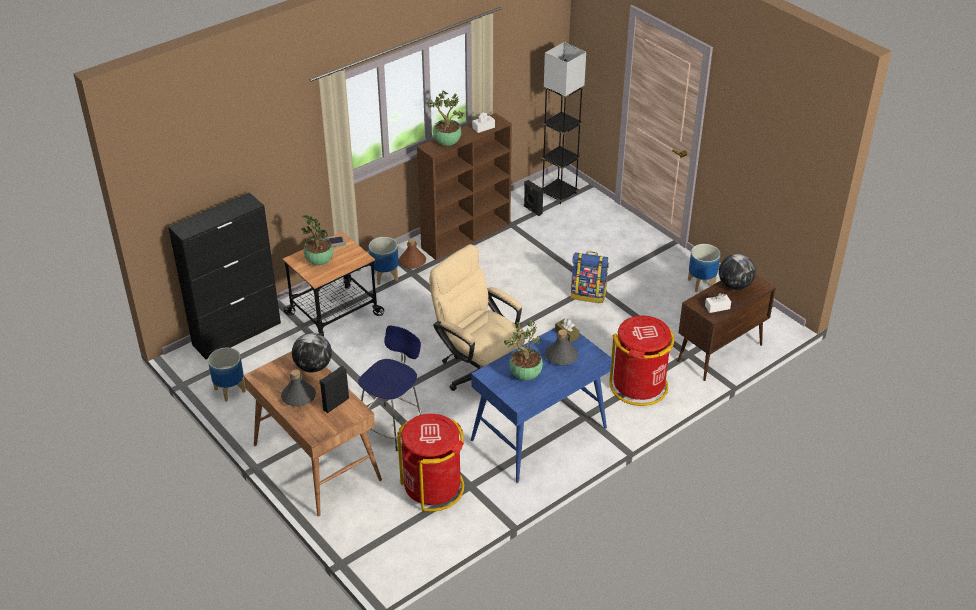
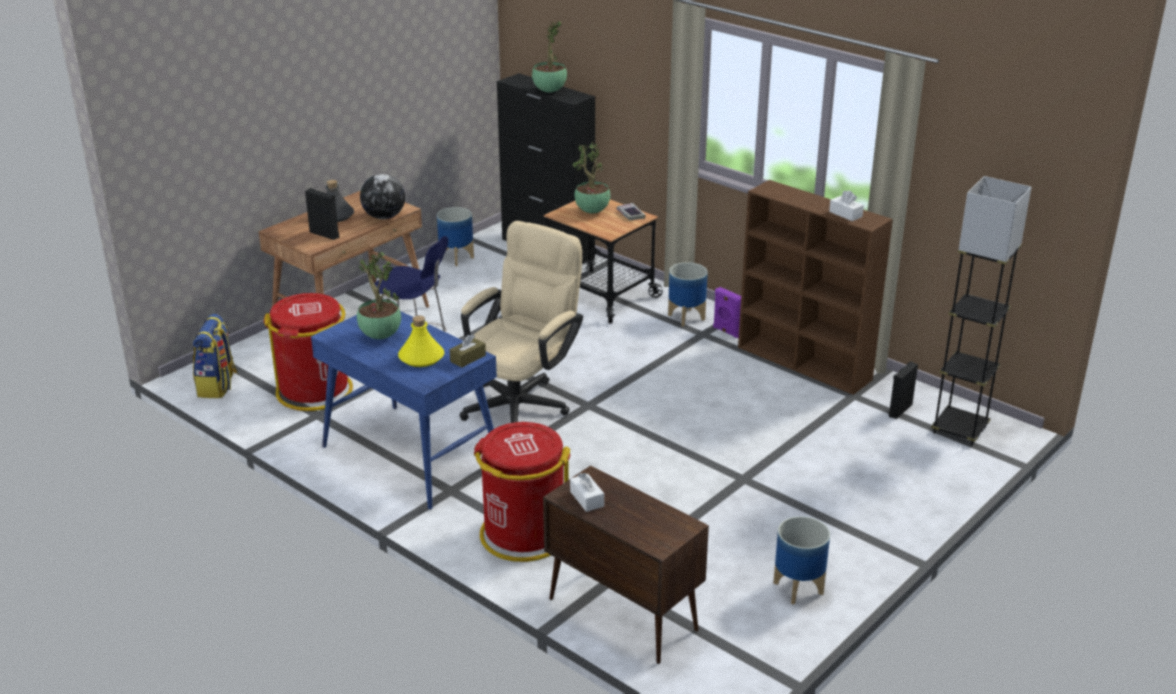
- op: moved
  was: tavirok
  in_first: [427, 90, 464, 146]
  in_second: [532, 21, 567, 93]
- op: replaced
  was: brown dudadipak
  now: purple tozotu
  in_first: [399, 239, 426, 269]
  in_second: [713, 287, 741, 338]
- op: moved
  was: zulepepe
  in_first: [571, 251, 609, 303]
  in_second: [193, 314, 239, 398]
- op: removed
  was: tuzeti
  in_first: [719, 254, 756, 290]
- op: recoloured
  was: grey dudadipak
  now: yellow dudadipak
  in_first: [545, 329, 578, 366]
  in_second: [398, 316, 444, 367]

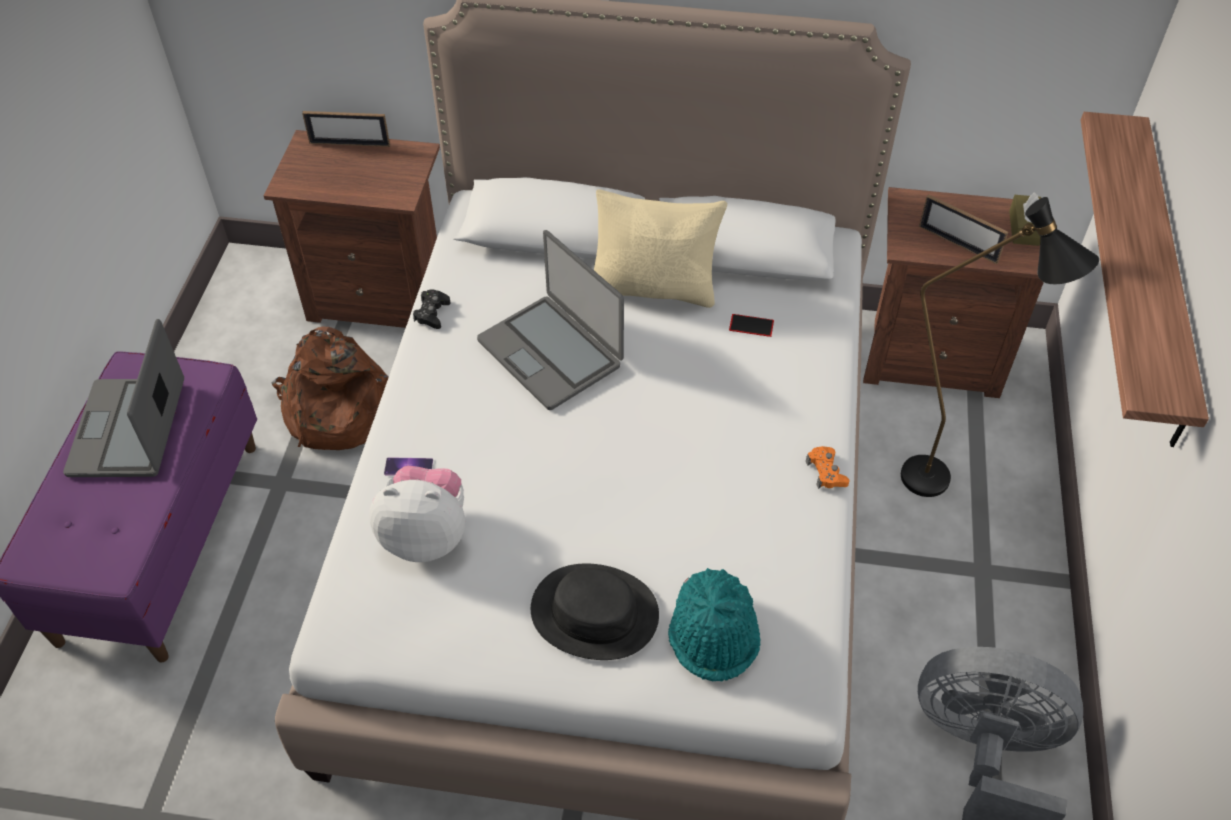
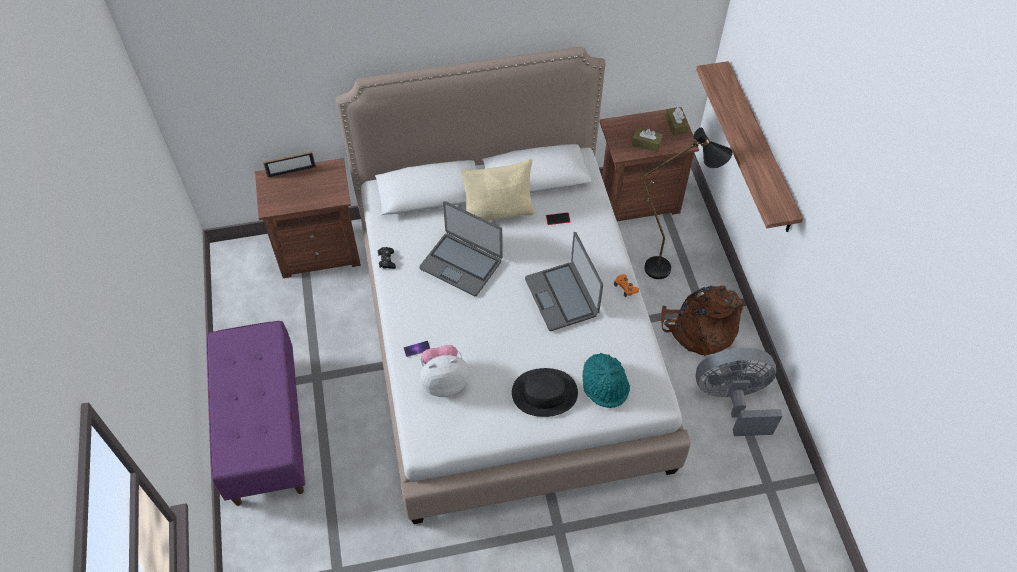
- op: replaced
  was: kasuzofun
  now: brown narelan
  in_first: [919, 194, 1008, 264]
  in_second: [632, 128, 663, 152]
- op: moved
  was: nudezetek
  in_first: [63, 319, 184, 477]
  in_second: [525, 232, 603, 331]
- op: moved
  was: brown zulepepe
  in_first: [272, 327, 389, 450]
  in_second: [661, 286, 744, 356]

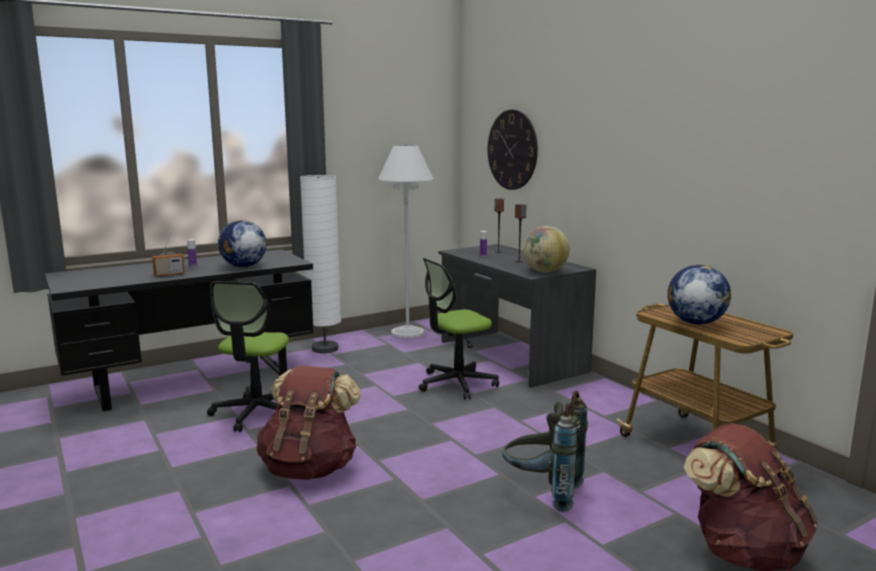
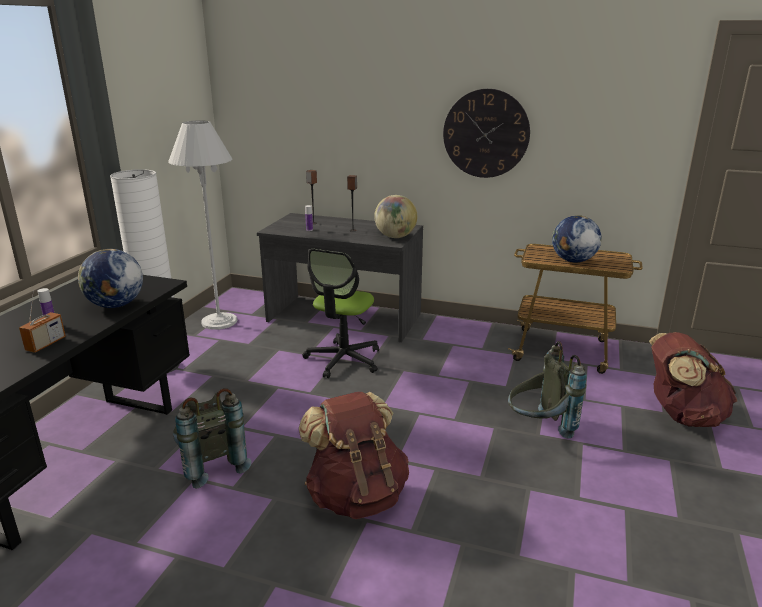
- op: moved
  was: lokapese
  in_first: [488, 110, 538, 190]
  in_second: [443, 89, 530, 178]
- op: replaced
  was: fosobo
  now: grey zulepepe
  in_first: [207, 281, 289, 432]
  in_second: [173, 388, 252, 489]

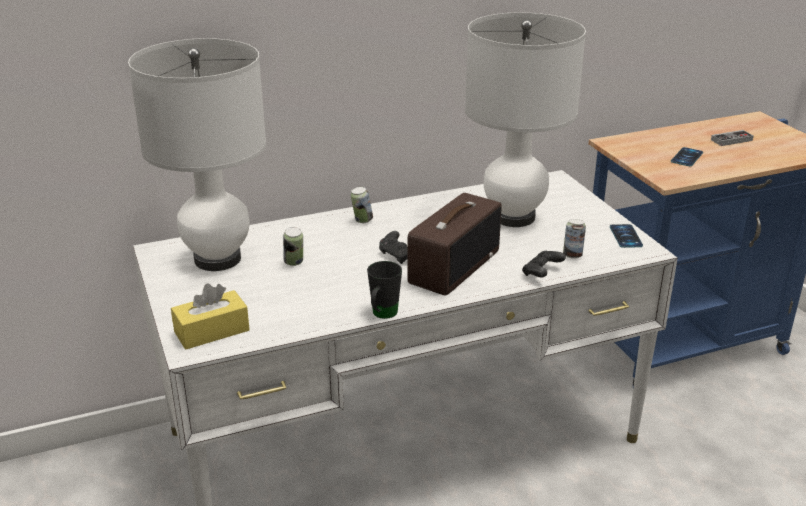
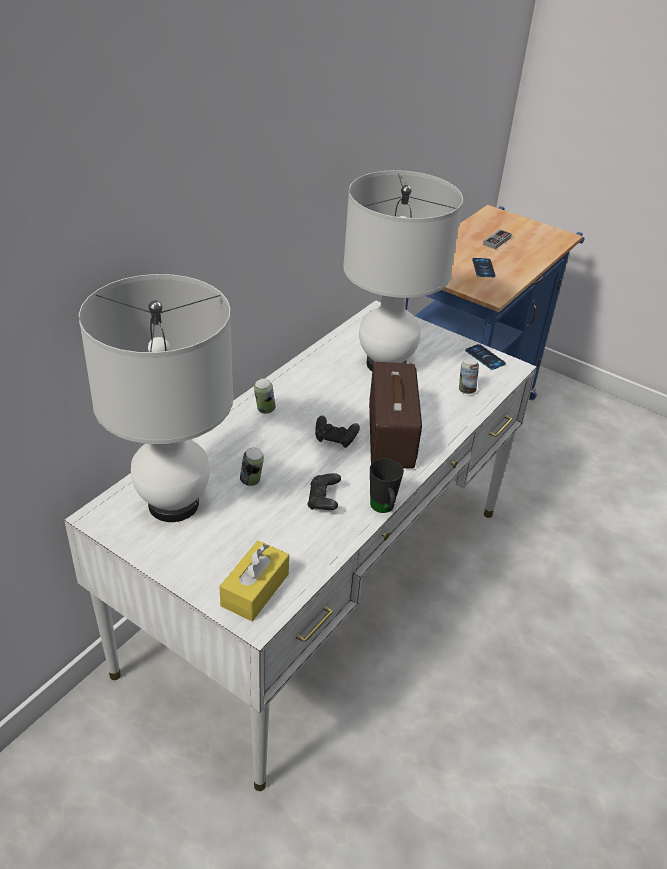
- op: moved
  was: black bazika
  in_first: [522, 251, 566, 277]
  in_second: [307, 473, 341, 510]

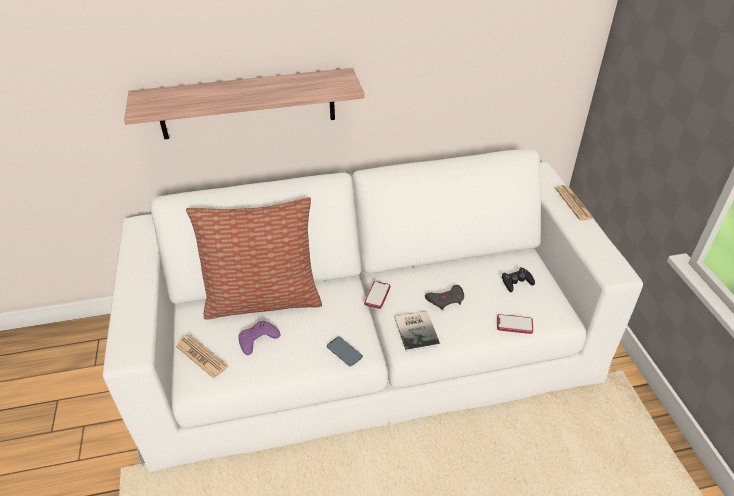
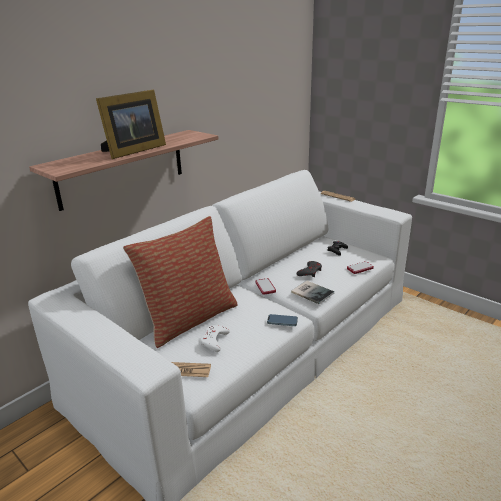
- op: recoloured
  was: purple bazika
  now: white bazika
  in_first: [238, 321, 280, 355]
  in_second: [200, 325, 230, 352]
- op: added
  now: kasuzofun
  in_second: [96, 89, 166, 159]

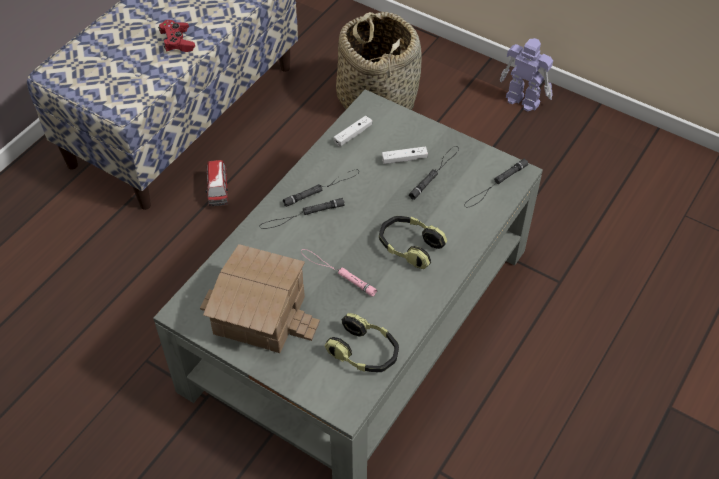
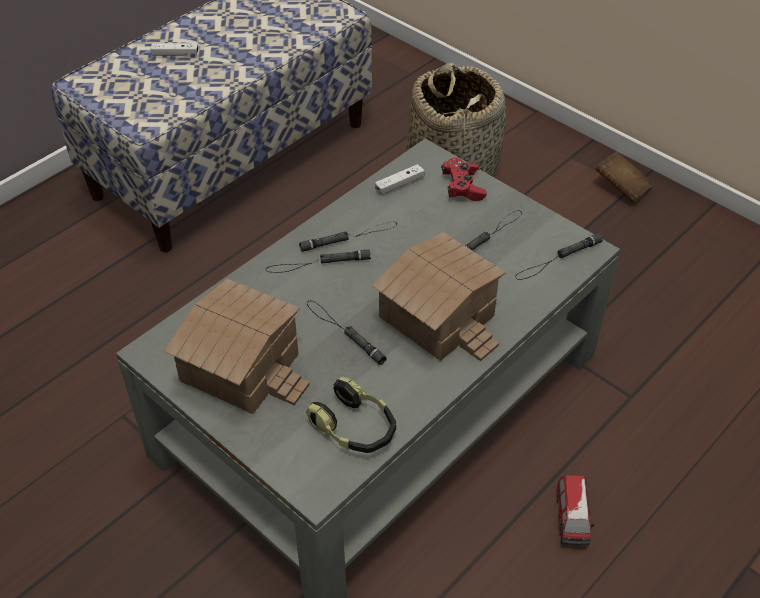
- op: moved
  was: red bazika
  in_first: [158, 20, 195, 52]
  in_second: [441, 158, 487, 201]
- op: replaced
  was: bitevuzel
  now: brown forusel
  in_first: [500, 38, 553, 111]
  in_second: [595, 152, 654, 203]
- op: moved
  was: white bazika
  in_first: [382, 146, 428, 164]
  in_second: [150, 43, 198, 56]
- op: moved
  was: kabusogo
  in_first: [205, 160, 228, 206]
  in_second: [557, 475, 594, 546]
- op: replaced
  was: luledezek
  now: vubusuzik
  in_first: [379, 216, 447, 269]
  in_second: [372, 232, 506, 361]
- op: recoloured
  was: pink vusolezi
  now: black vusolezi
  in_first: [301, 249, 377, 296]
  in_second: [307, 301, 387, 365]

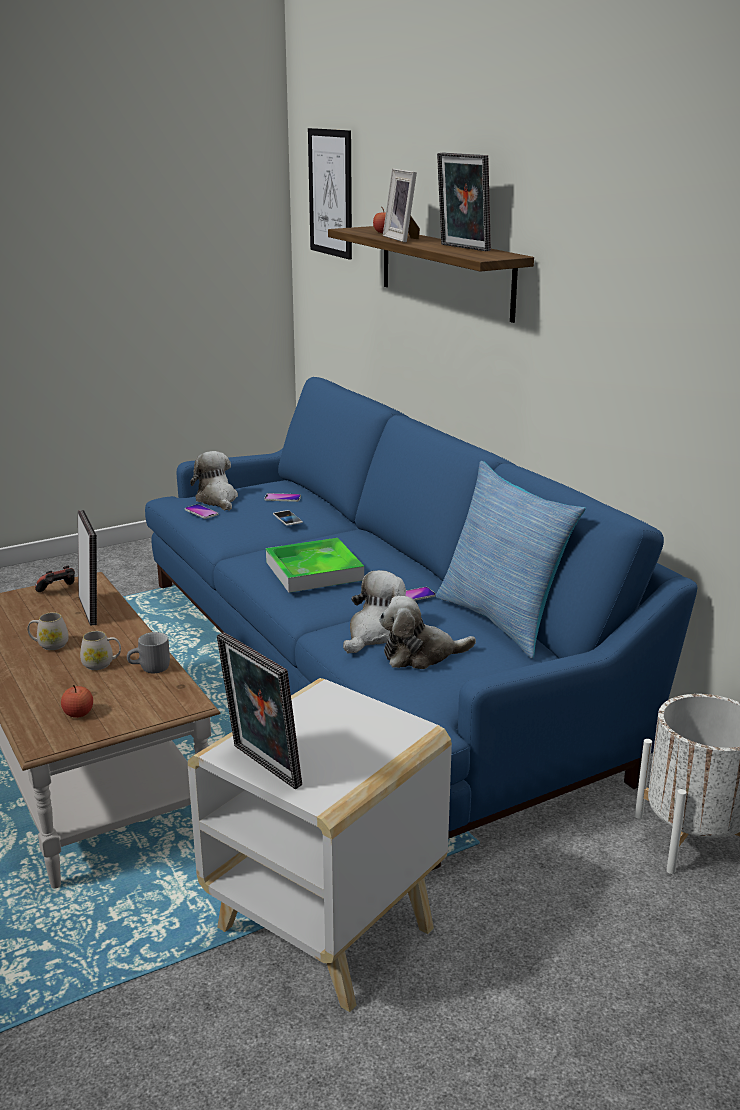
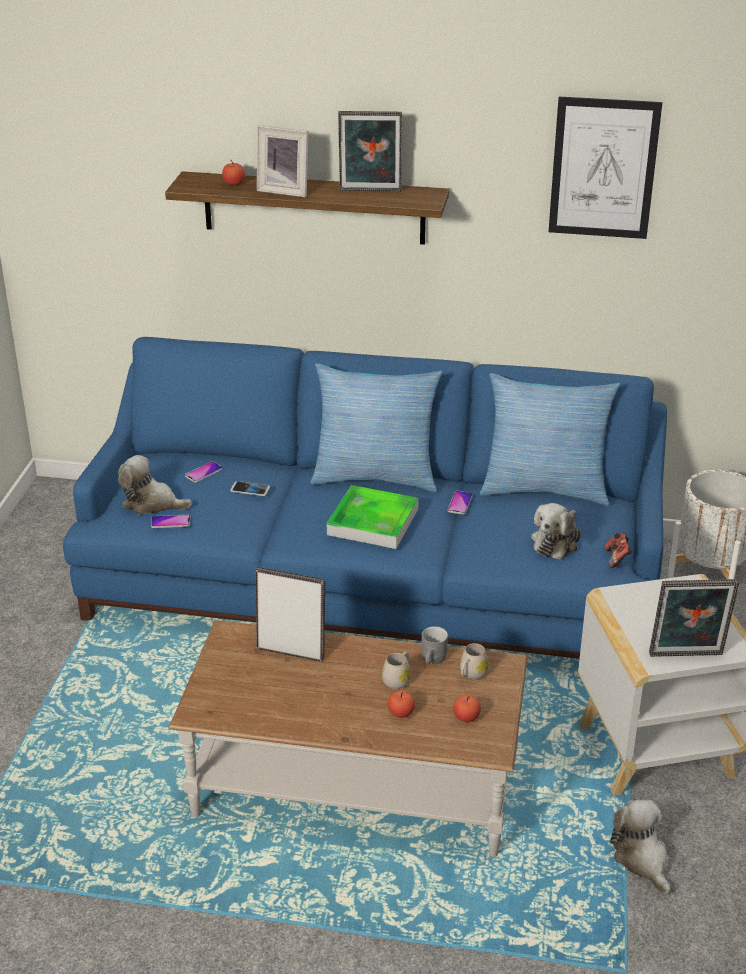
- op: moved
  was: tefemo
  in_first: [308, 128, 352, 260]
  in_second: [549, 97, 662, 239]
- op: moved
  was: bazika
  in_first: [35, 566, 75, 592]
  in_second: [605, 533, 632, 568]
- op: moved
  was: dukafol
  in_first: [343, 570, 406, 654]
  in_second: [610, 800, 671, 894]
- op: moved
  was: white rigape
  in_first: [28, 612, 69, 650]
  in_second: [460, 643, 489, 679]
- op: added
  now: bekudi
  in_second: [311, 363, 442, 492]
- op: added
  now: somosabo
  in_second: [388, 690, 415, 718]

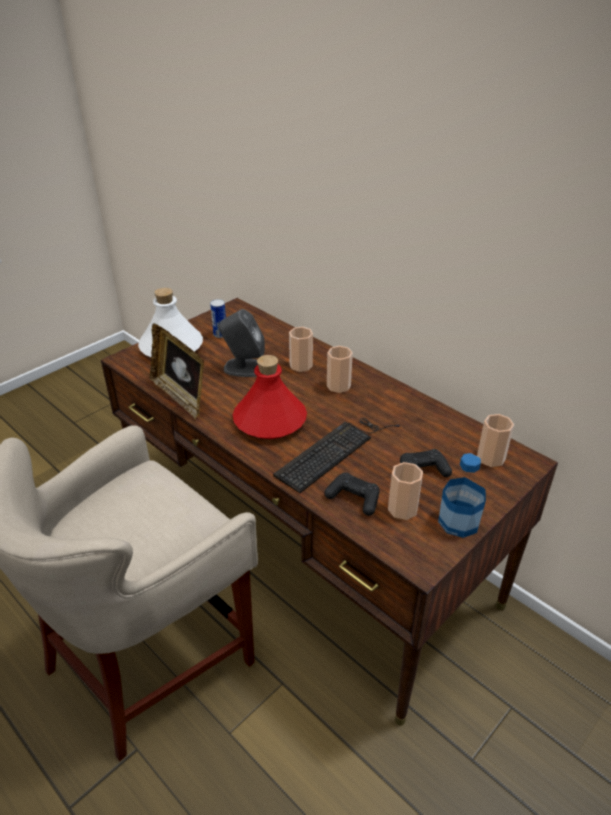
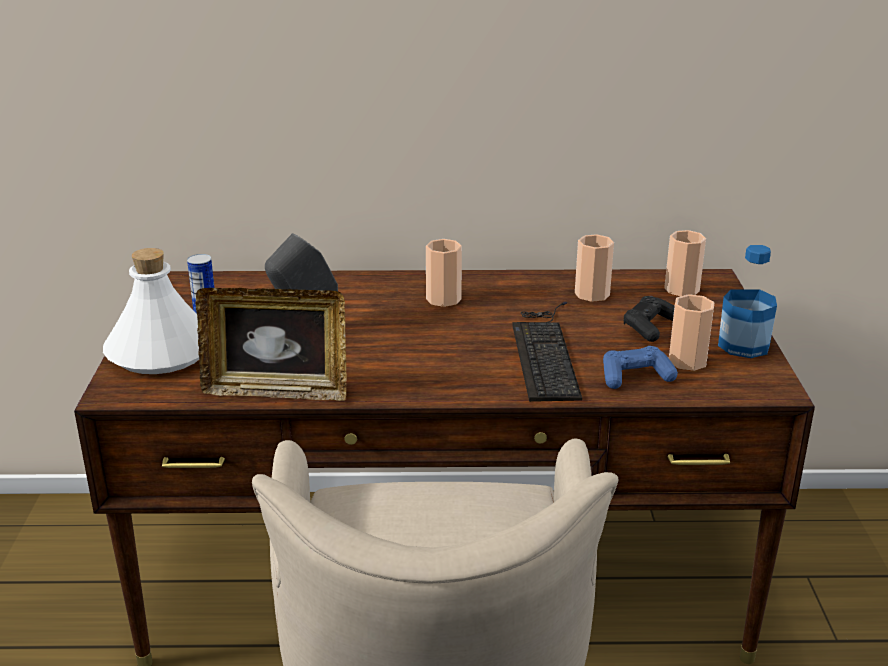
- op: moved
  was: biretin
  in_first: [289, 327, 313, 372]
  in_second: [575, 234, 614, 302]
- op: removed
  was: red dudadipak
  in_first: [233, 355, 307, 439]
- op: recoloured
  was: black bazika
  now: blue bazika
  in_first: [324, 472, 380, 516]
  in_second: [603, 346, 678, 389]

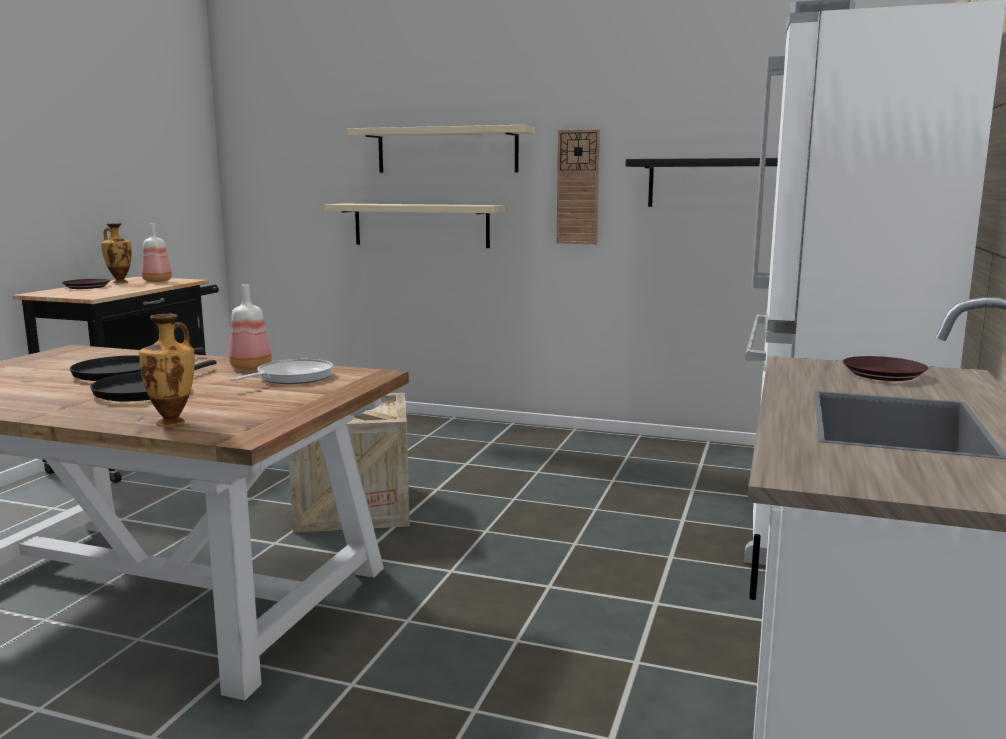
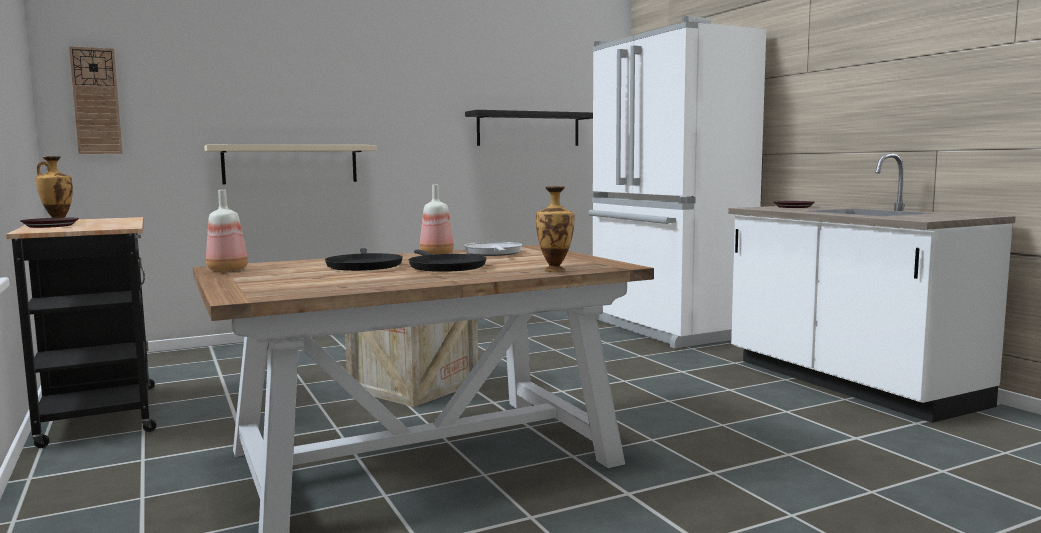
- op: removed
  was: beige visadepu
  in_first: [347, 125, 534, 173]
- op: moved
  was: lokapese
  in_first: [556, 129, 600, 244]
  in_second: [69, 46, 123, 154]
- op: moved
  was: dudadipak
  in_first: [142, 223, 172, 282]
  in_second: [206, 190, 248, 272]

